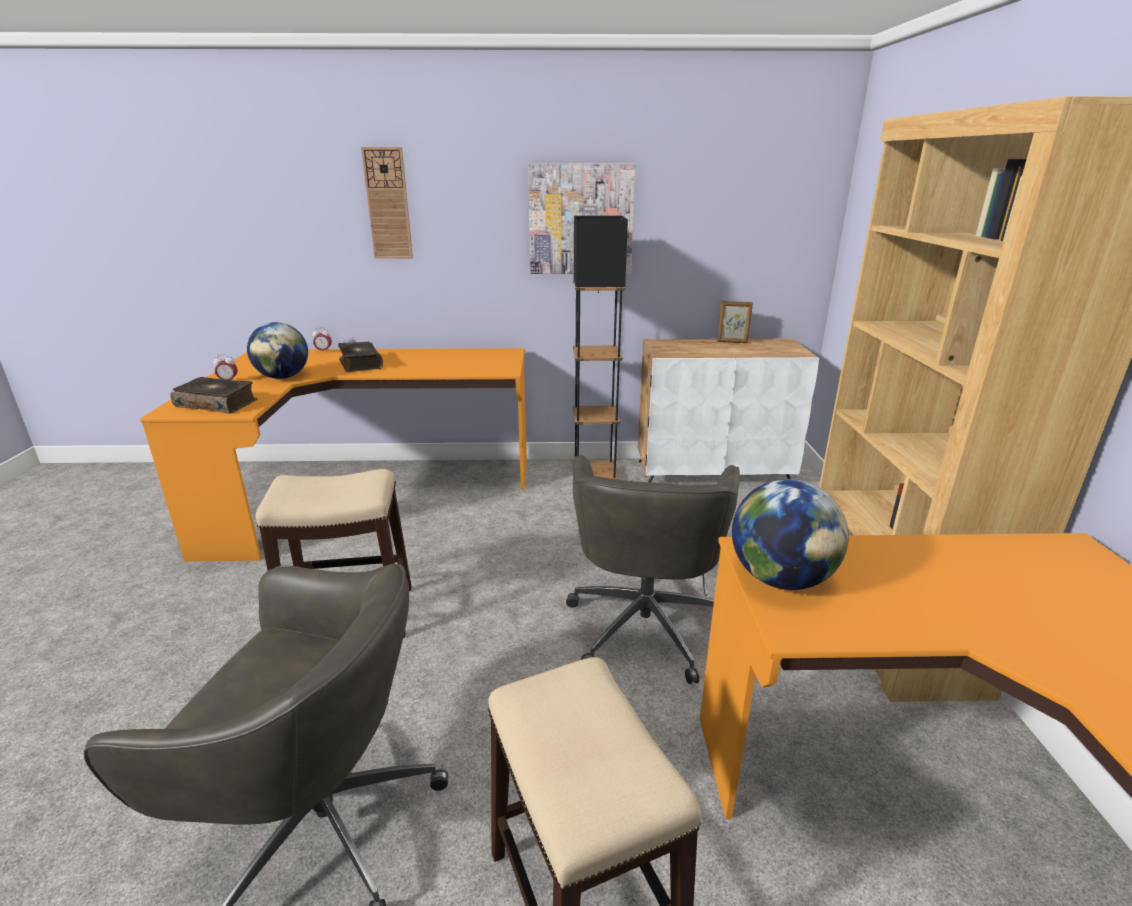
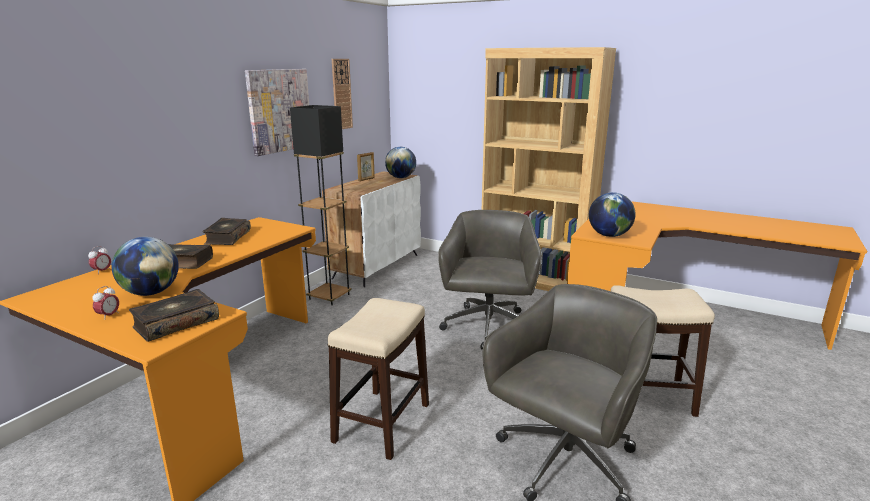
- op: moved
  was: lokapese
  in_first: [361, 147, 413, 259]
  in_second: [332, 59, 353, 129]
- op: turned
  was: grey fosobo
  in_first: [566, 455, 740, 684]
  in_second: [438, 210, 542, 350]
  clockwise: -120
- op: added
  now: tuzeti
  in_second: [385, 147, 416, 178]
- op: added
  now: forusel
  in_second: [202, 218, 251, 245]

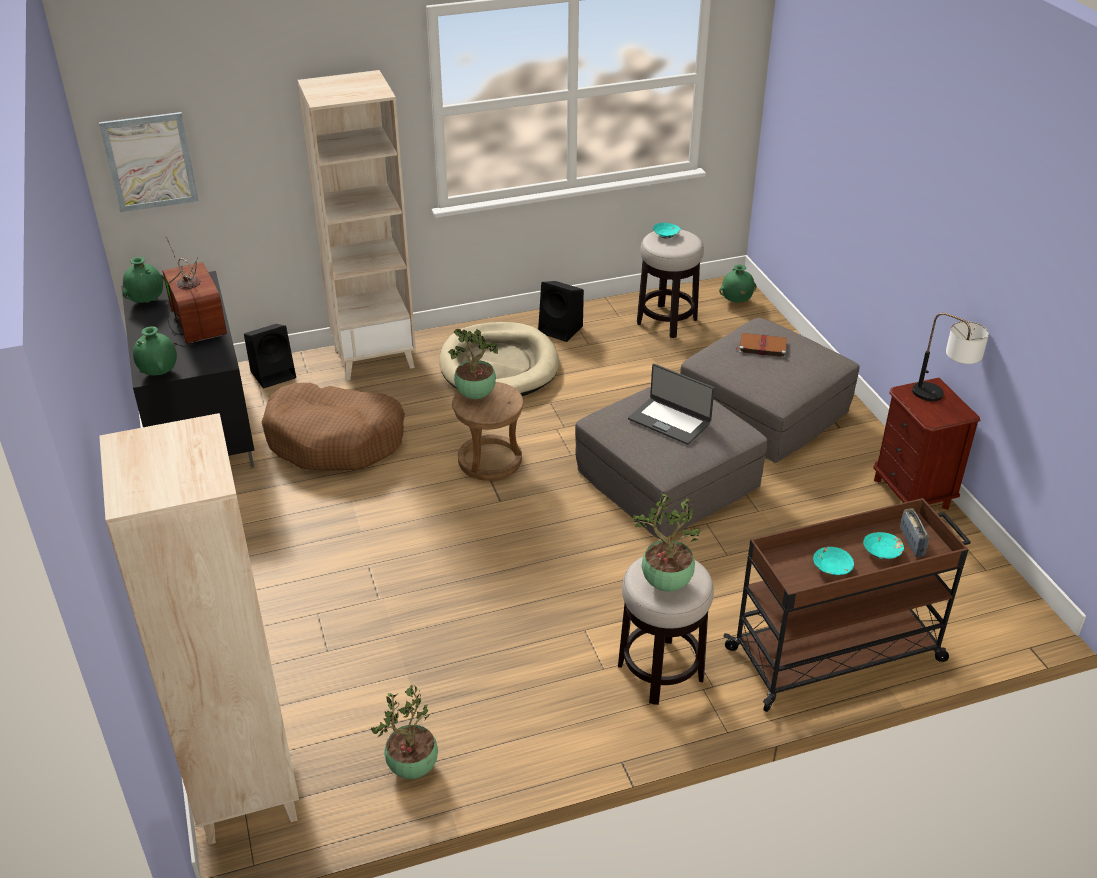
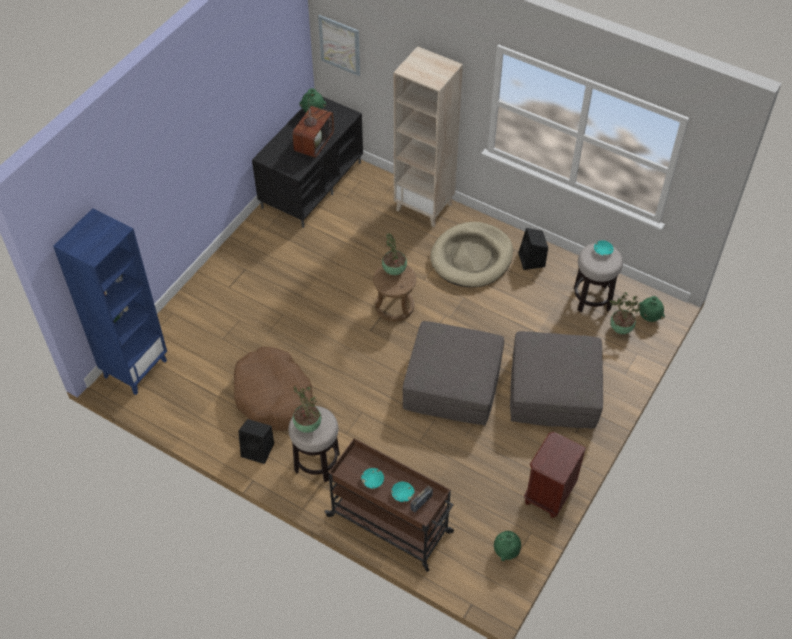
- op: removed
  was: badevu
  in_first: [912, 313, 989, 401]
- op: moved
  was: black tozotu
  in_first: [244, 324, 296, 388]
  in_second: [238, 419, 274, 464]
- op: moved
  was: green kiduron
  in_first: [133, 326, 177, 375]
  in_second: [494, 531, 521, 561]
- op: removed
  was: brown forusel
  in_first: [735, 333, 787, 358]
- op: removed
  was: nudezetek
  in_first: [628, 364, 715, 445]
- op: moved
  was: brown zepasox
  in_first: [262, 383, 405, 471]
  in_second: [234, 347, 313, 431]
- op: recoloured
  was: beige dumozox
  now: blue dumozox
  in_first: [99, 413, 299, 845]
  in_second: [53, 208, 167, 395]
- op: moved
  was: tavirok
  in_first: [371, 685, 438, 779]
  in_second: [610, 292, 640, 334]

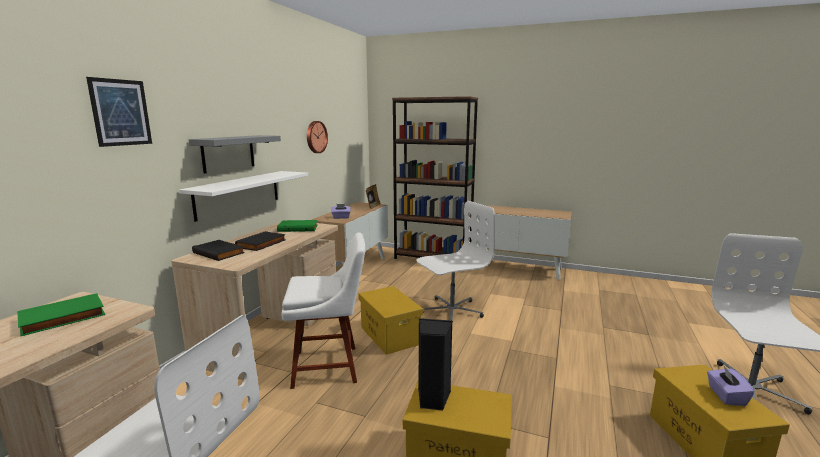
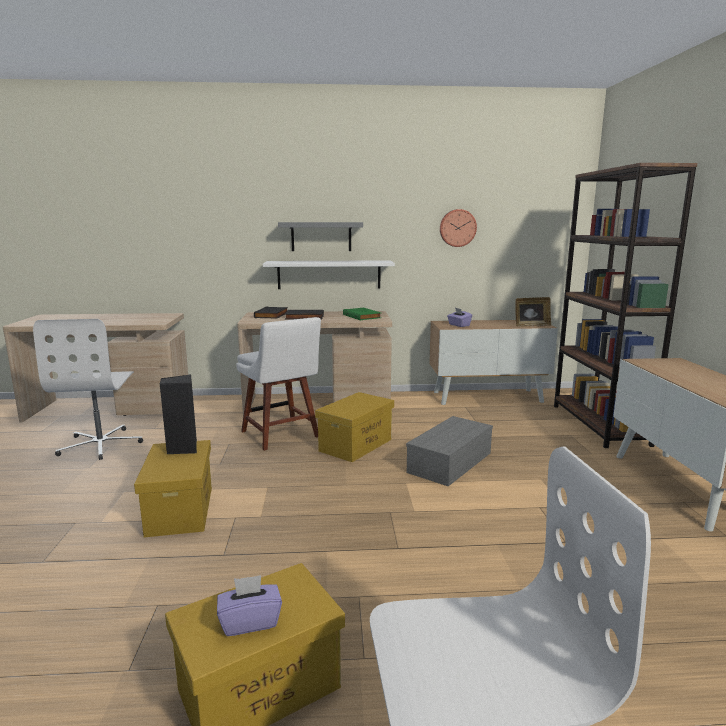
- op: removed
  was: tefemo
  in_first: [86, 77, 152, 147]
- op: replaced
  was: white fosobo
  now: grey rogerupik
  in_first: [416, 201, 495, 320]
  in_second: [406, 416, 493, 486]
- op: removed
  was: green forusel
  in_first: [17, 293, 105, 336]

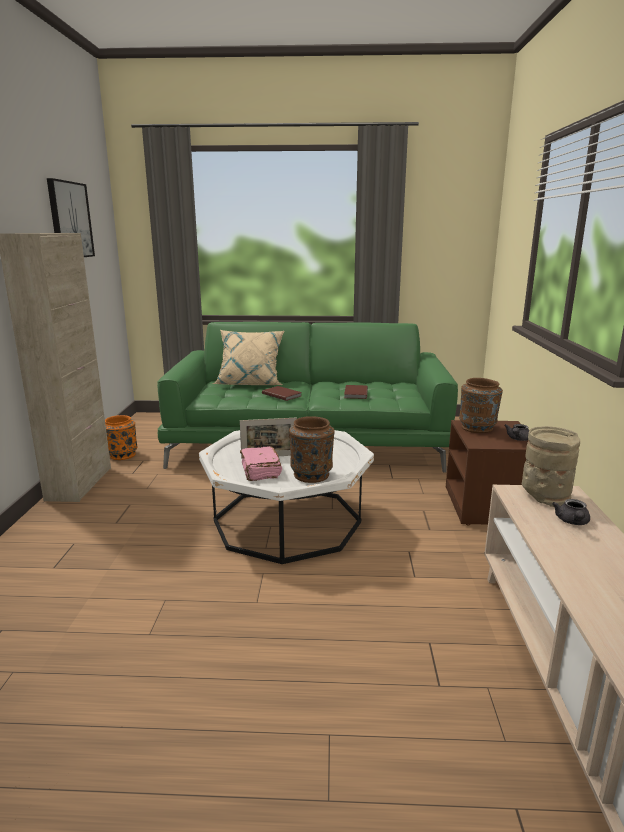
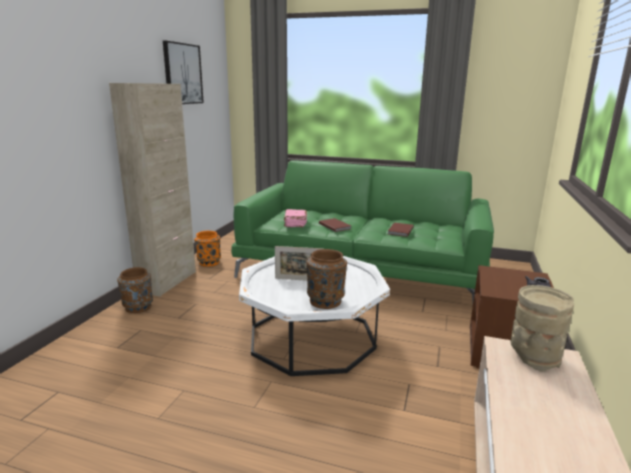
- op: removed
  was: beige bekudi
  in_first: [212, 330, 284, 385]
- op: moved
  was: brown kiduron
  in_first: [459, 378, 503, 433]
  in_second: [117, 267, 153, 313]
- op: moved
  was: pink forusel
  in_first: [240, 446, 282, 481]
  in_second: [284, 209, 307, 227]
- op: removed
  was: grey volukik
  in_first: [552, 499, 590, 525]

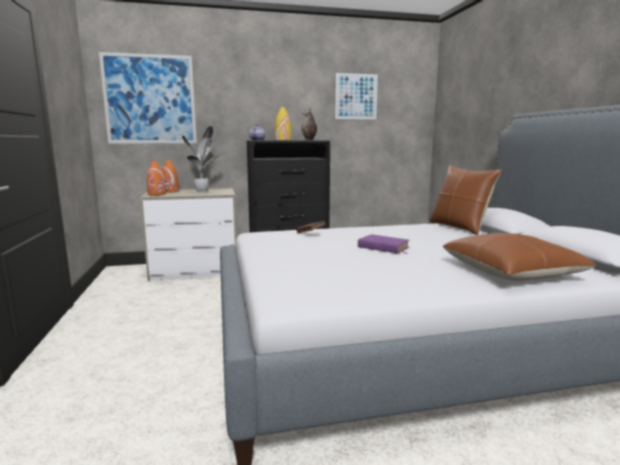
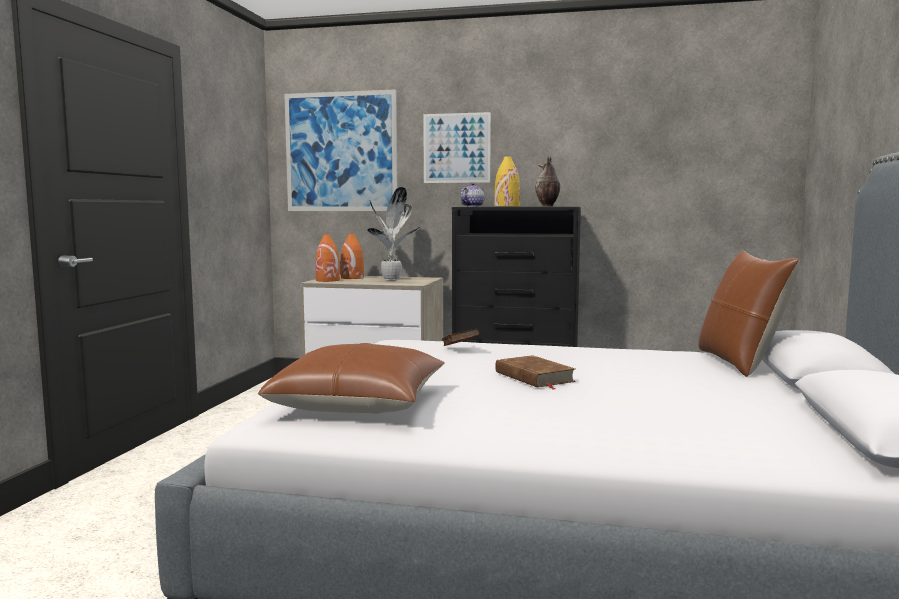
- op: moved
  was: tefemo
  in_first: [335, 73, 378, 119]
  in_second: [423, 112, 491, 183]
- op: moved
  was: brown bekudi
  in_first: [443, 233, 596, 281]
  in_second: [258, 343, 445, 414]
- op: recoloured
  was: purple forusel
  now: brown forusel
  in_first: [358, 234, 409, 254]
  in_second: [495, 355, 576, 390]

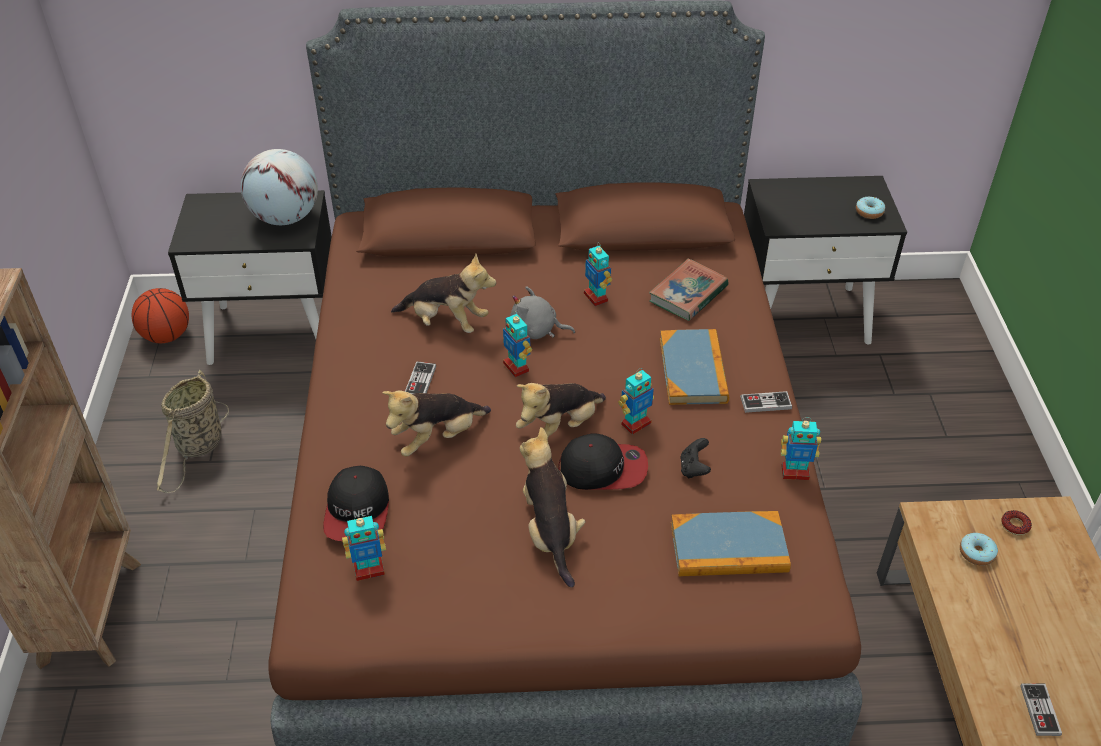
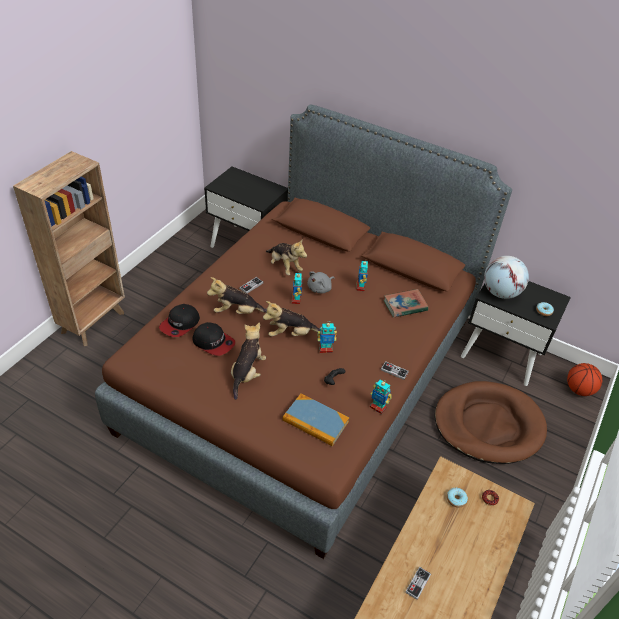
- op: moved
  was: tuzeti
  in_first: [241, 149, 318, 225]
  in_second: [484, 256, 529, 299]
- op: turned
  was: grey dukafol
  in_first: [510, 286, 575, 339]
  in_second: [307, 271, 334, 293]
  clockwise: -90
- op: moved
  was: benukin
  in_first: [132, 288, 189, 343]
  in_second: [567, 363, 602, 396]
- op: removed
  was: forusel
  in_first: [660, 329, 729, 405]
- op: removed
  was: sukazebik
  in_first: [157, 370, 229, 493]
- op: moved
  was: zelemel
  in_first: [558, 433, 648, 490]
  in_second: [192, 322, 235, 356]
- op: removed
  was: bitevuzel
  in_first: [342, 515, 386, 581]
- op: added
  now: brown zepasox
  in_second: [435, 381, 547, 464]

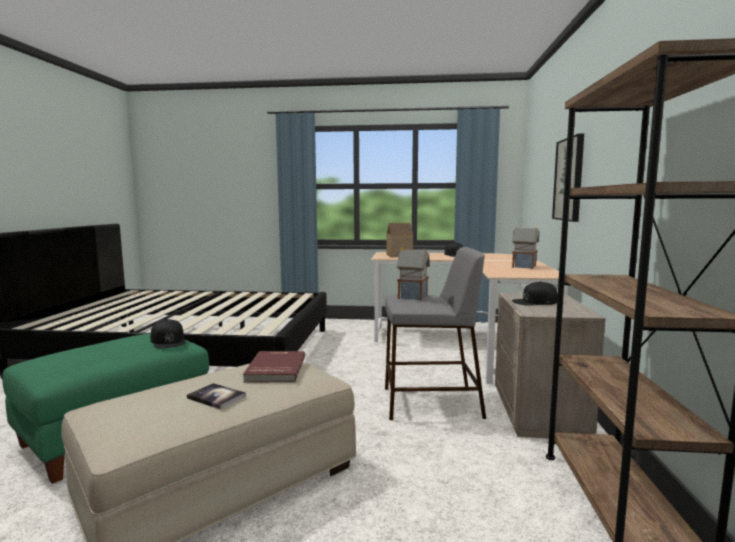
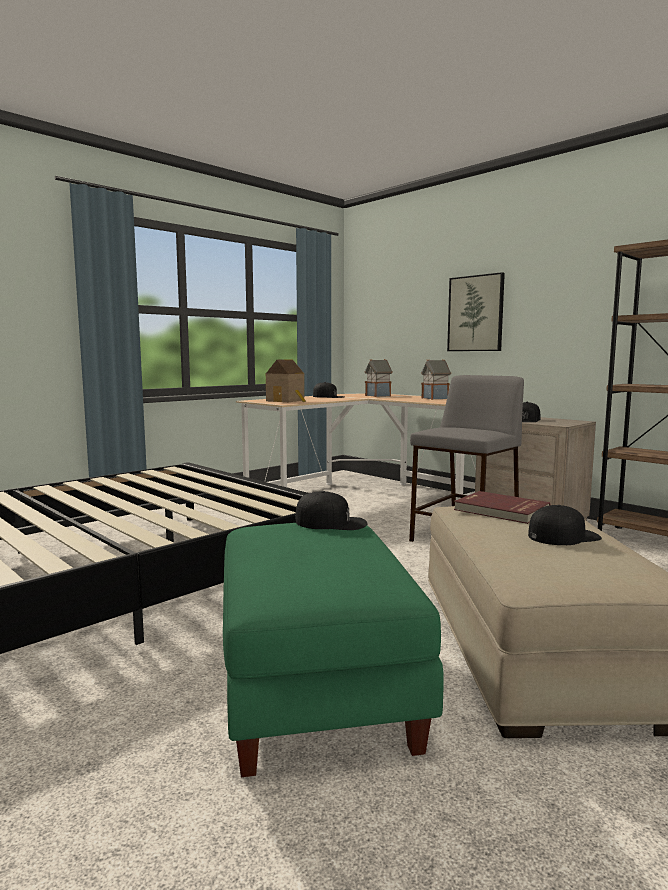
- op: moved
  was: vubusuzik
  in_first: [397, 248, 430, 301]
  in_second: [365, 359, 393, 397]
- op: replaced
  was: forusel
  now: black zelemel
  in_first: [187, 383, 246, 409]
  in_second: [528, 505, 602, 545]

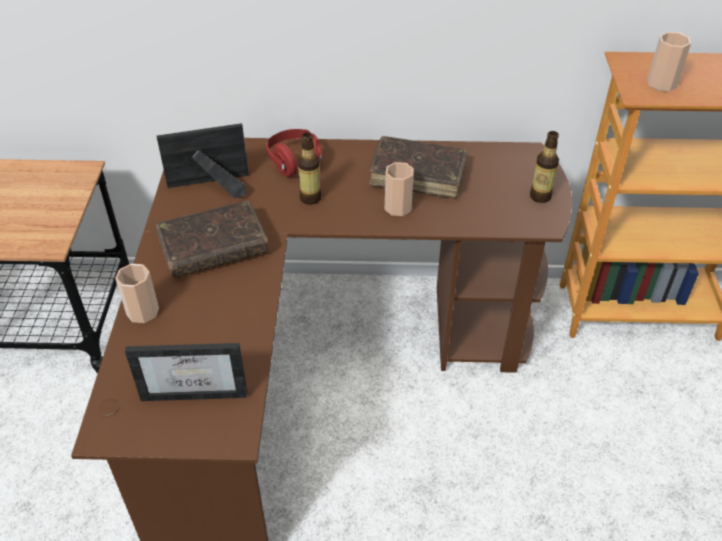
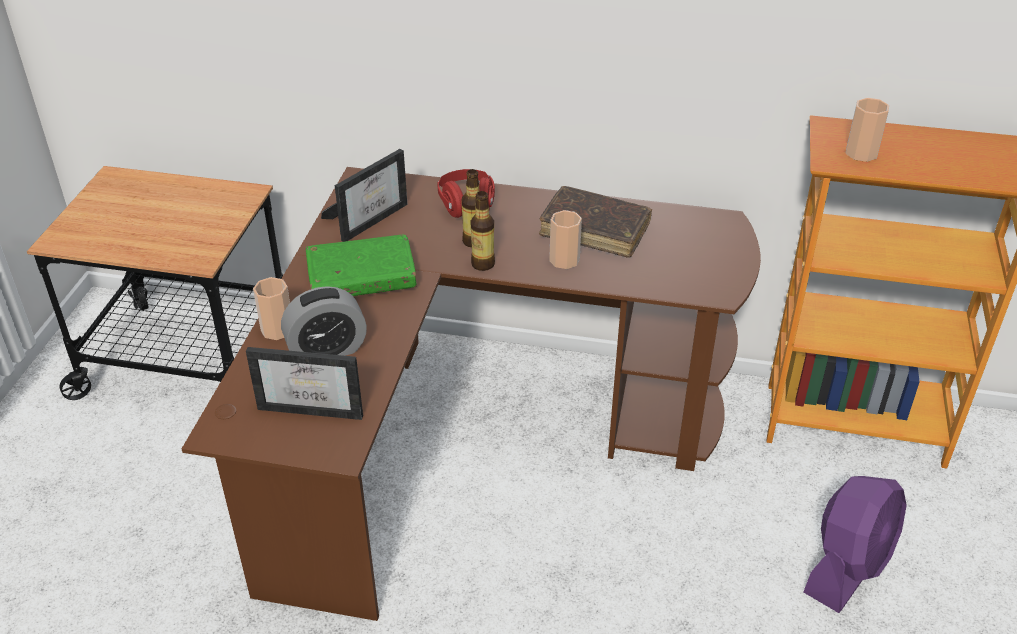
- op: turned
  was: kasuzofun
  in_first: [157, 123, 249, 198]
  in_second: [321, 149, 408, 242]
  clockwise: 135
- op: moved
  was: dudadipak
  in_first: [530, 131, 559, 203]
  in_second: [471, 191, 495, 271]
- op: recoloured
  was: brown forusel
  now: green forusel
  in_first: [155, 201, 269, 277]
  in_second: [306, 234, 416, 296]
- op: added
  now: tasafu
  in_second: [281, 286, 367, 356]
- op: added
  now: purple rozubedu
  in_second: [804, 476, 907, 613]

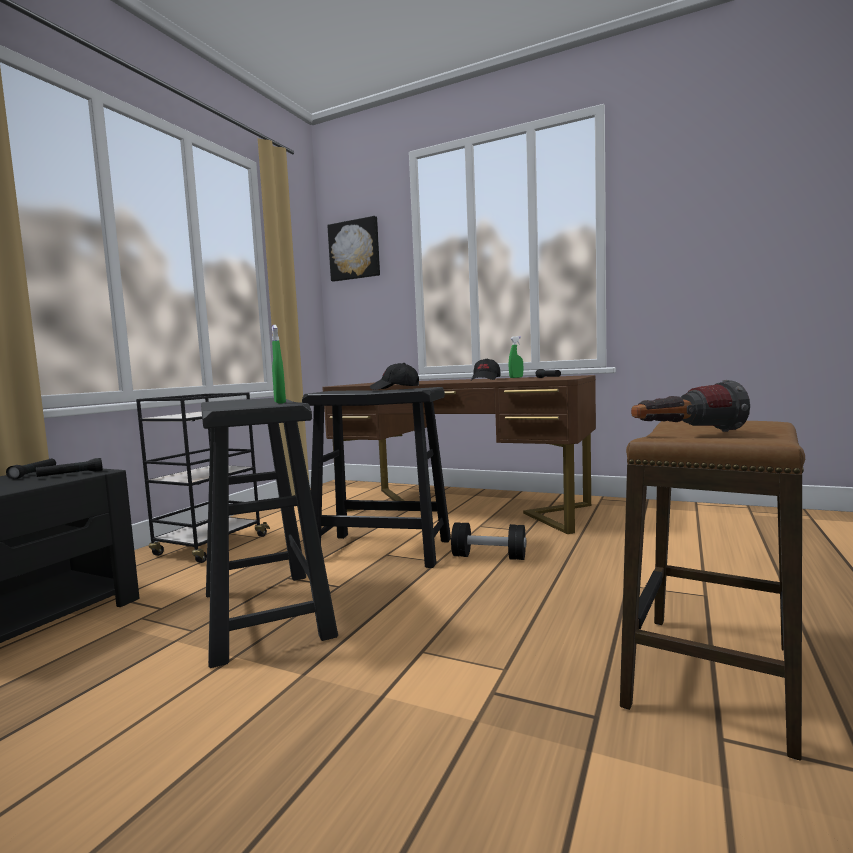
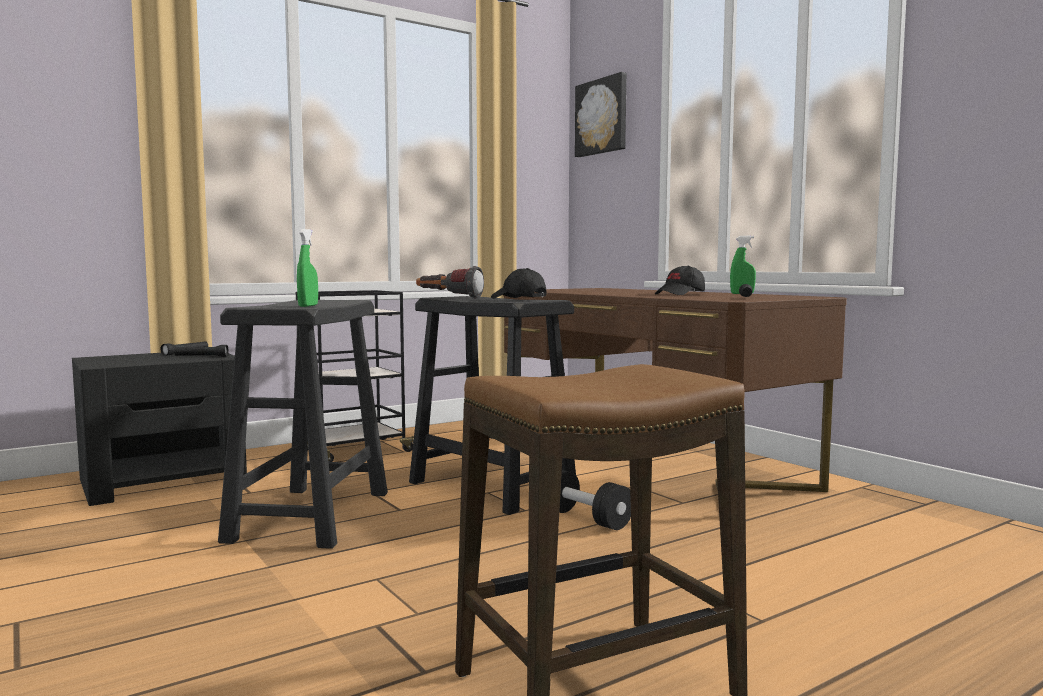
- op: moved
  was: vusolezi
  in_first: [631, 380, 750, 432]
  in_second: [416, 266, 484, 299]

